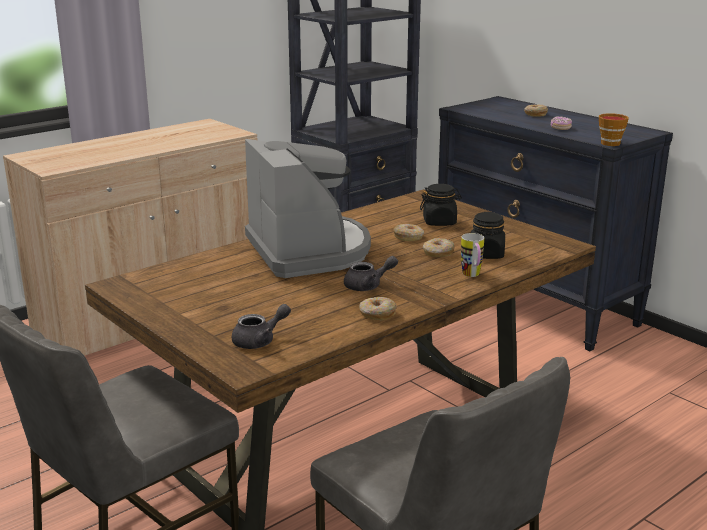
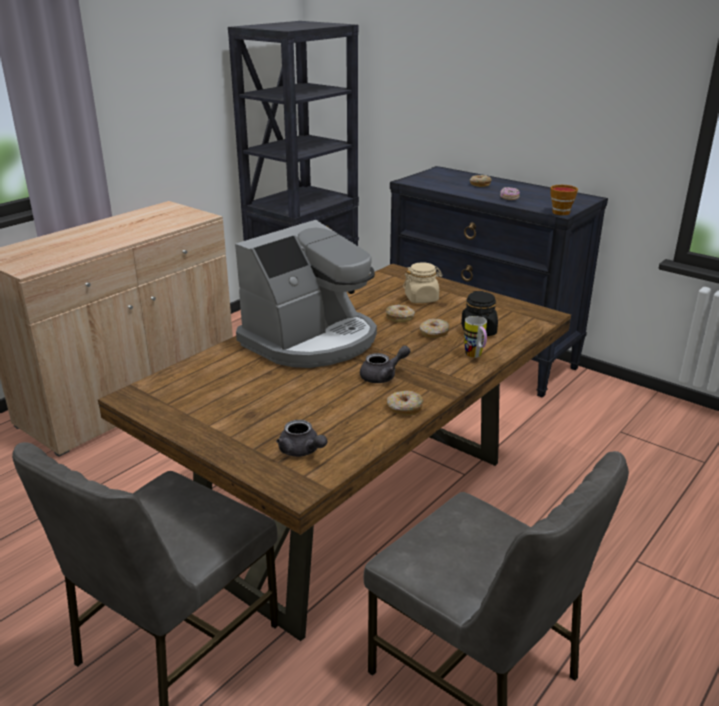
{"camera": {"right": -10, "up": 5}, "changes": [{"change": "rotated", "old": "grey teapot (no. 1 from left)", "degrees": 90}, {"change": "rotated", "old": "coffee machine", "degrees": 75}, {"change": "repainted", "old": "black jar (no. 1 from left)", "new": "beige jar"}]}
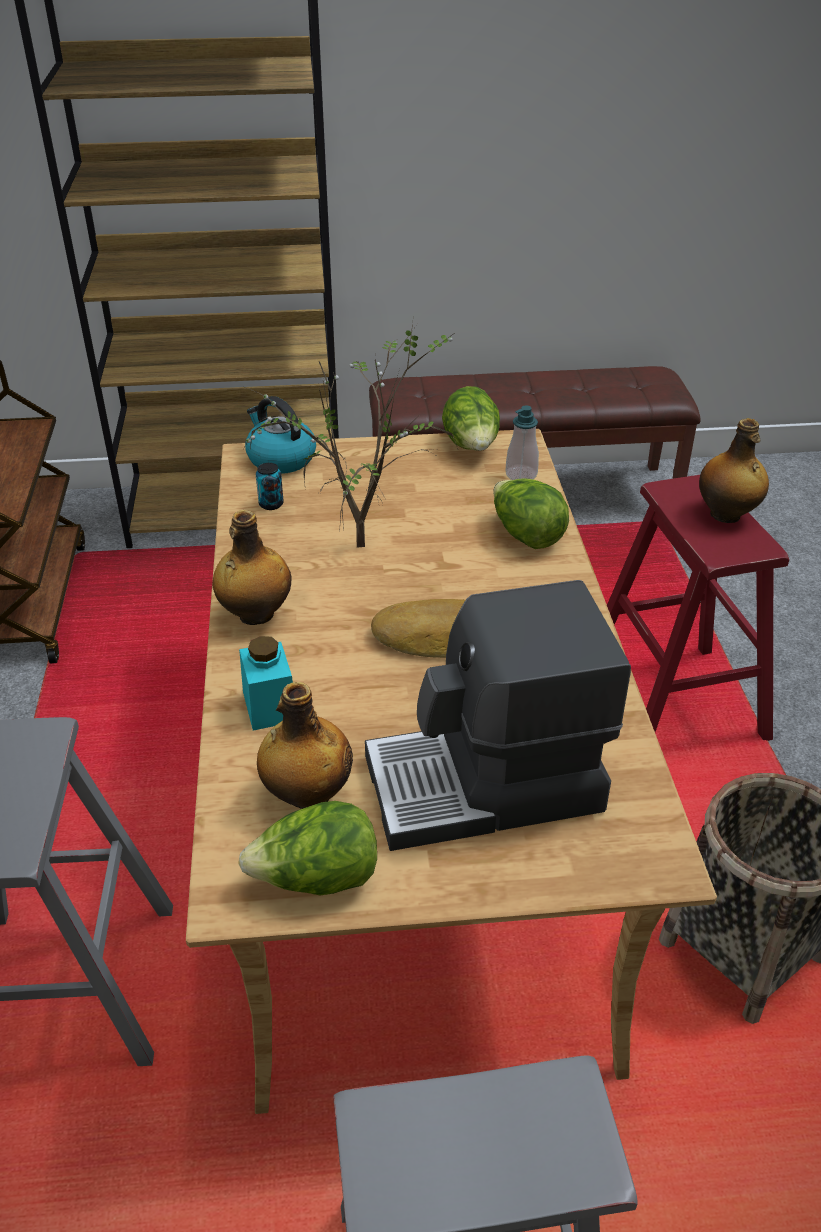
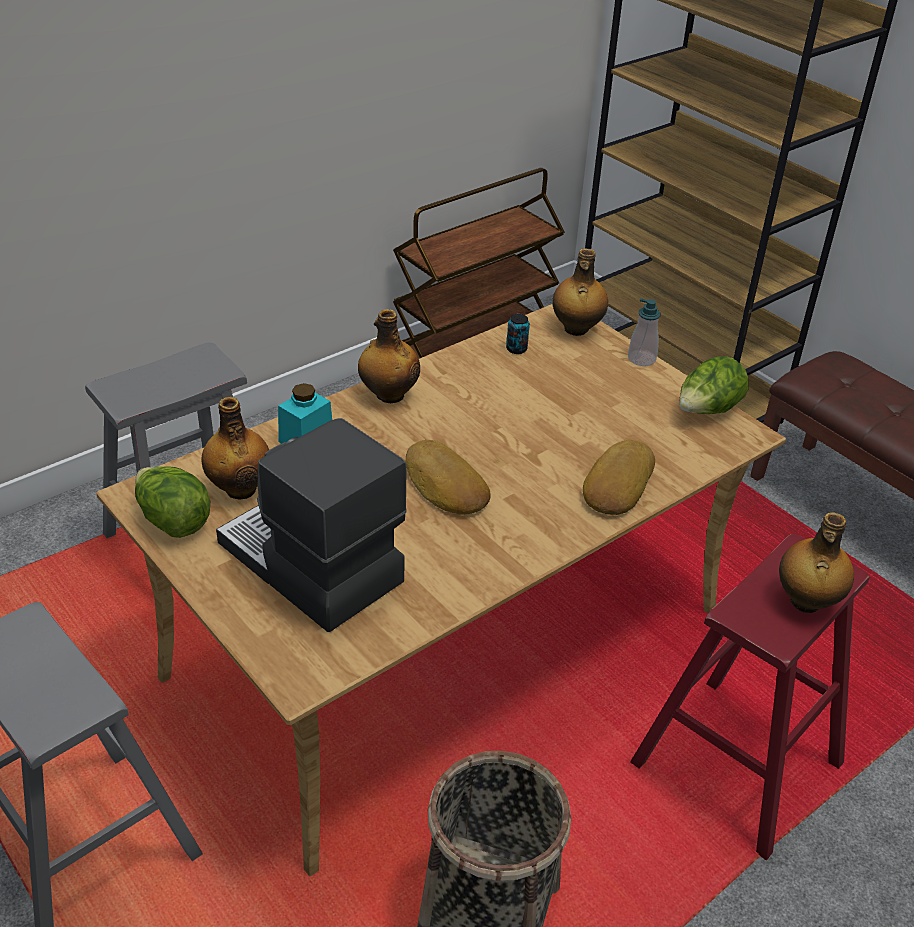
{"camera": {"right": 55, "up": 0}, "changes": [{"change": "gone", "old": "potted plant"}, {"change": "swapped", "old": "kettle", "new": "bottle (no. 3 from left)"}, {"change": "swapped", "old": "lettuce (no. 3 from left)", "new": "bread (no. 2 from left)"}, {"change": "shifted", "old": "soap dispenser"}]}
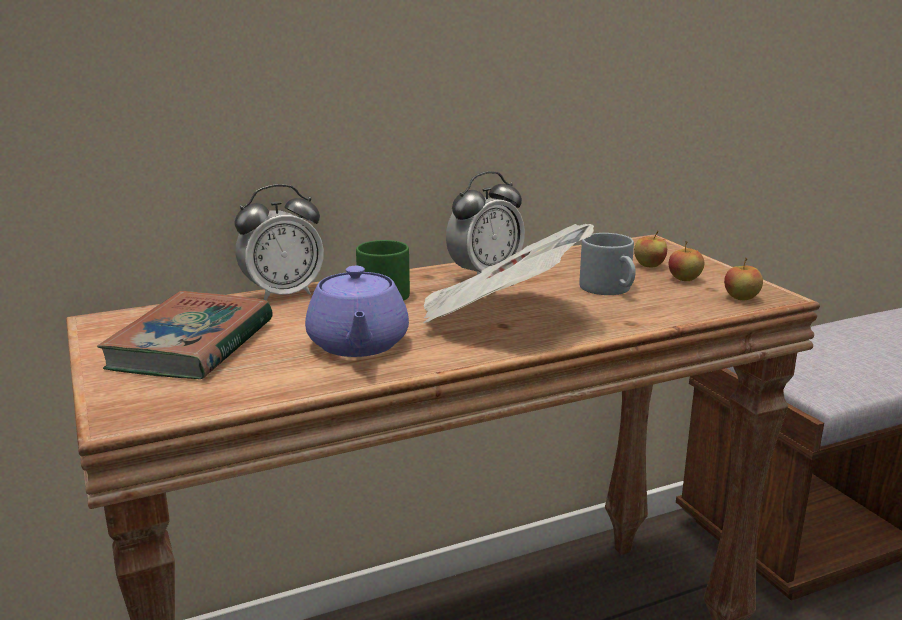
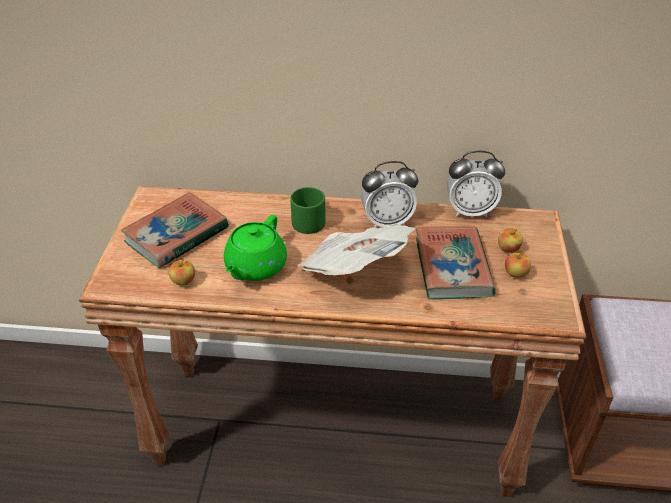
{"camera": {"right": 30, "up": 20}, "changes": [{"change": "shifted", "old": "alarm clock (no. 1 from left in the first image)", "new": "alarm clock (no. 2 from left)"}, {"change": "repainted", "old": "purple teapot", "new": "green teapot"}, {"change": "swapped", "old": "grey mug", "new": "book (no. 2 from left)"}, {"change": "shifted", "old": "apple (no. 3 from left in the first image)", "new": "apple (no. 1 from left)"}]}
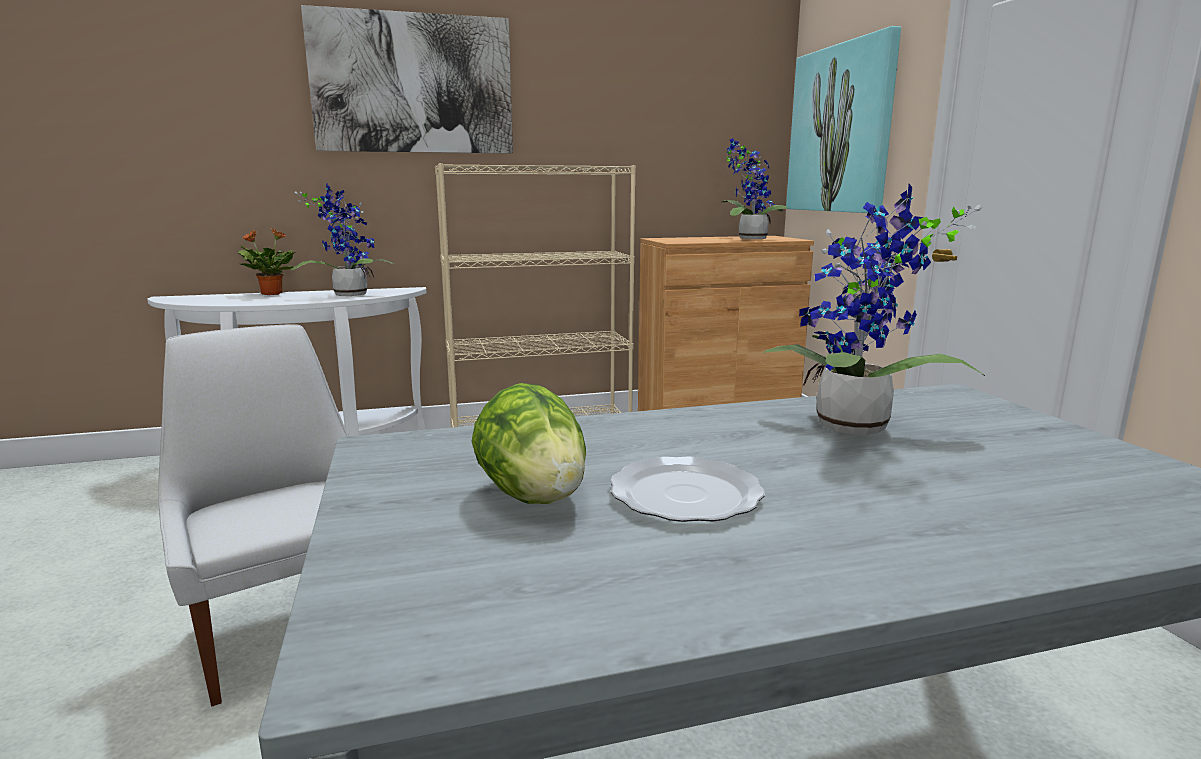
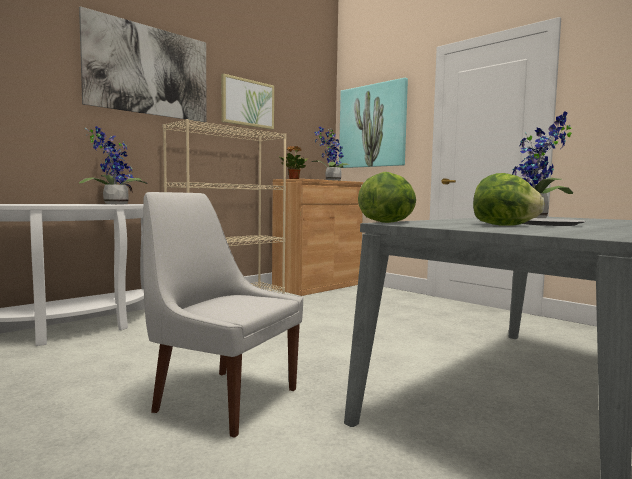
{"camera": {"right": -30, "up": -10}, "changes": [{"change": "shifted", "old": "potted plant (no. 1 from left in the first image)", "new": "potted plant (no. 2 from left)"}, {"change": "new", "new": "picture (no. 2 from left)"}, {"change": "new", "new": "lettuce (no. 1 from left)"}]}
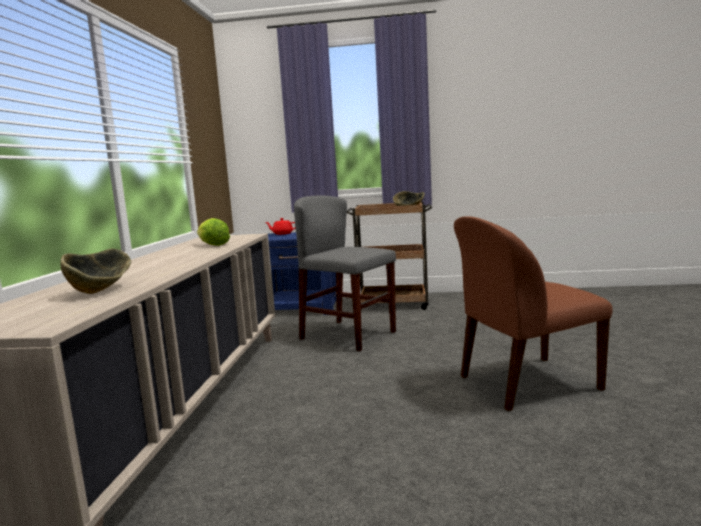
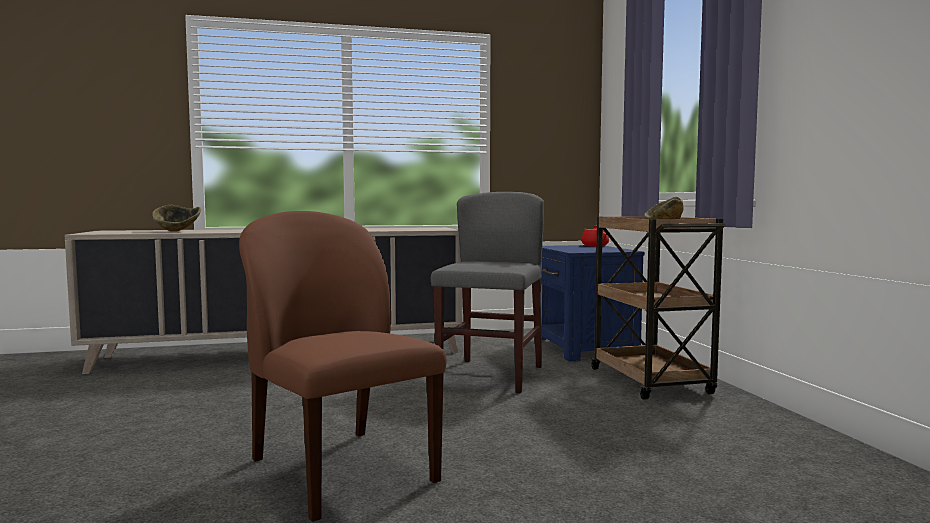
{"camera": {"right": 70, "up": -5}, "changes": [{"change": "gone", "old": "lettuce"}]}
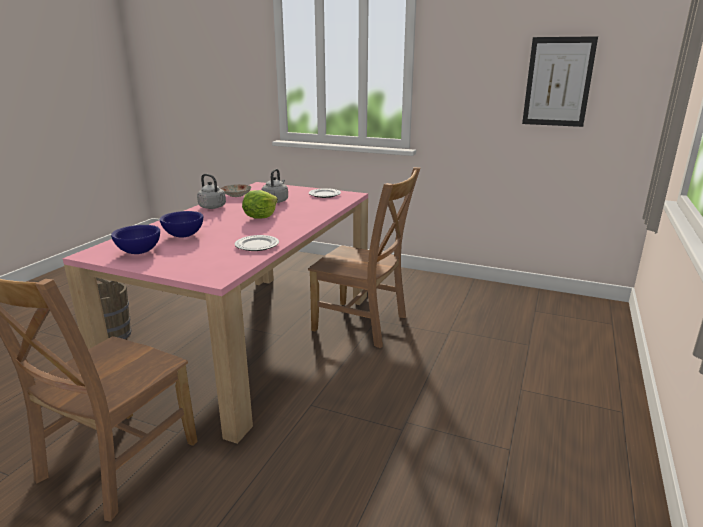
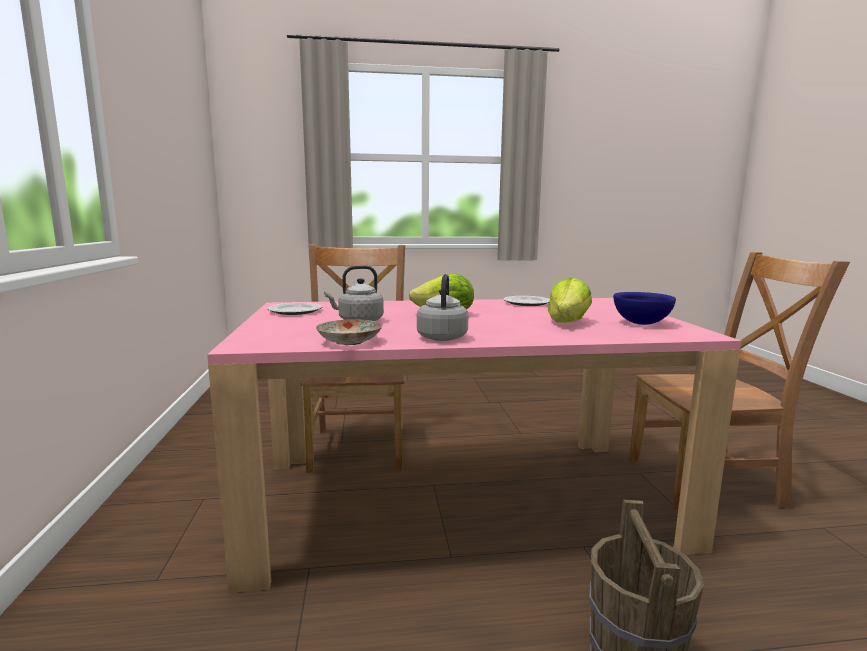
{"camera": {"right": -120, "up": -10}, "changes": [{"change": "swapped", "old": "blue bowl (no. 2 from left)", "new": "lettuce (no. 2 from left)"}, {"change": "gone", "old": "picture"}]}
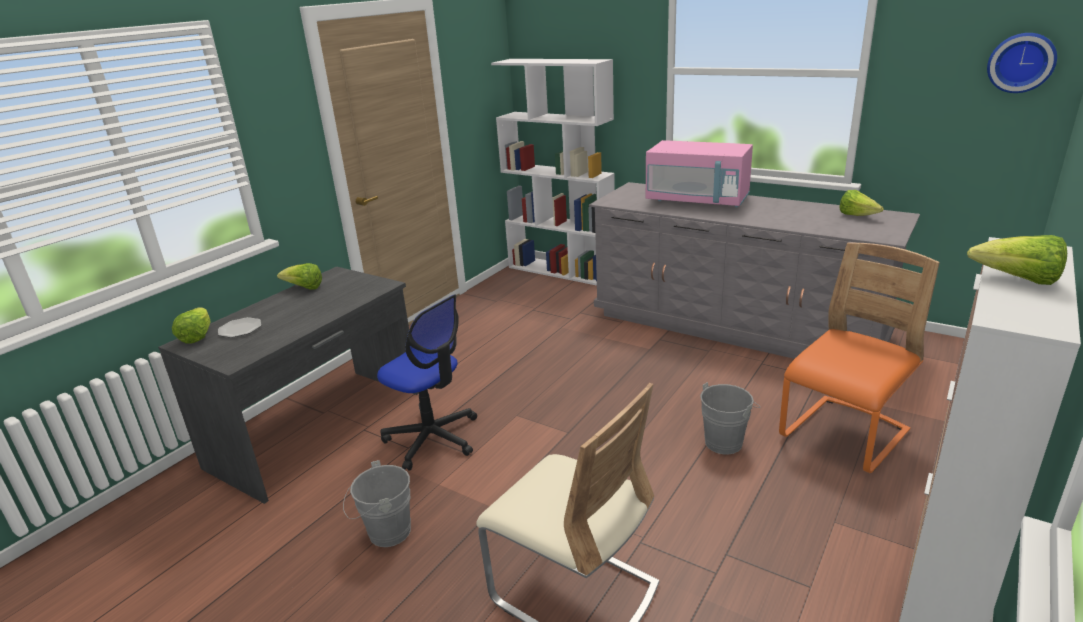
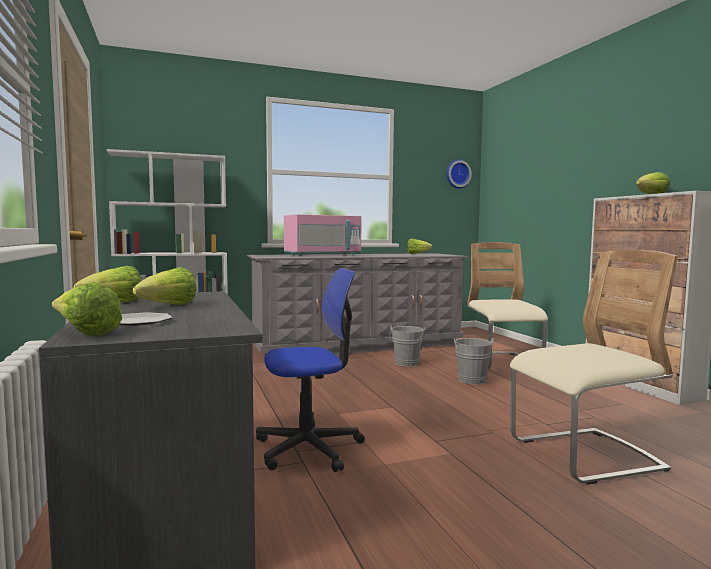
{"camera": {"right": -55, "up": -20}, "changes": [{"change": "shifted", "old": "grey bucket (no. 1 from left)"}, {"change": "repainted", "old": "orange chair", "new": "beige chair (no. 1 from left)"}, {"change": "new", "new": "lettuce (no. 3 from left)"}]}
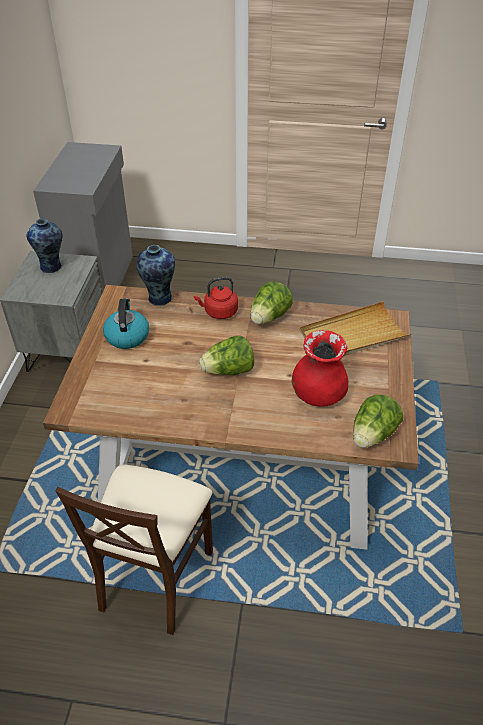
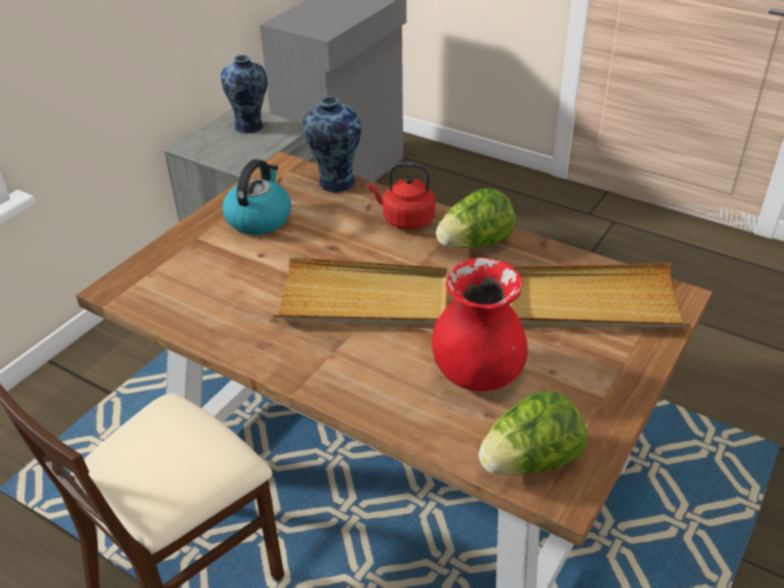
{"camera": {"right": 25, "up": -5}, "changes": [{"change": "swapped", "old": "lettuce (no. 1 from left)", "new": "beige tray (no. 1 from left)"}]}
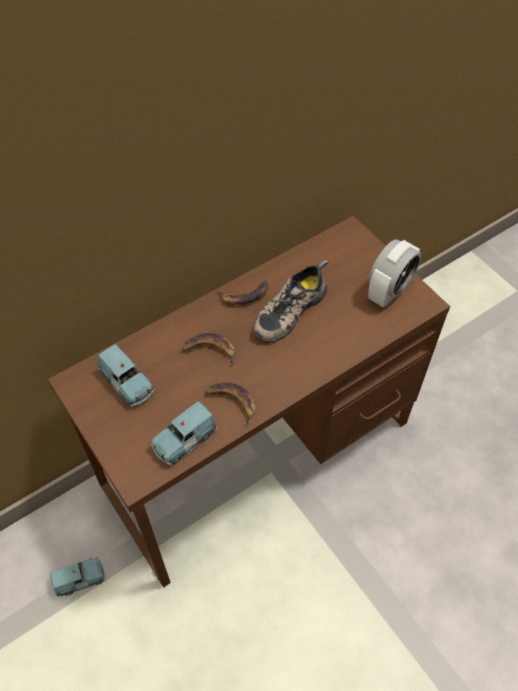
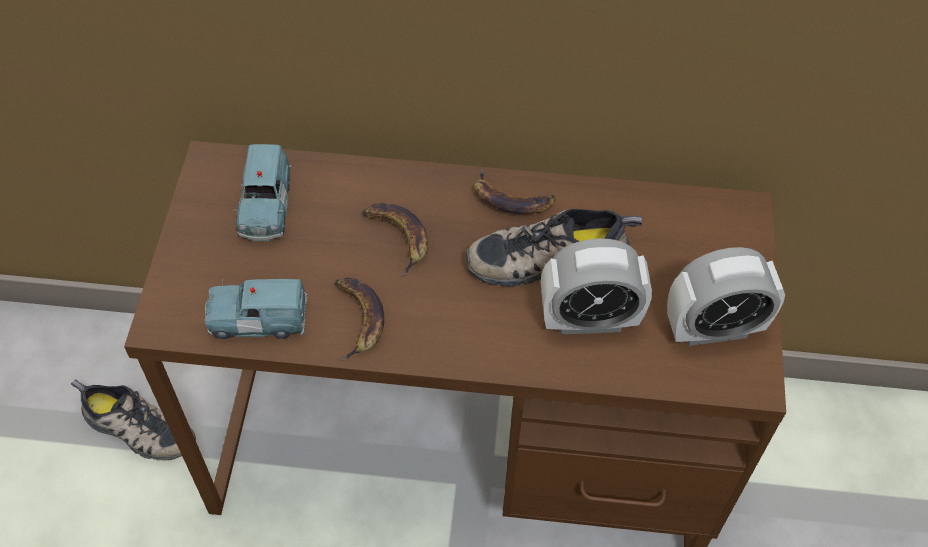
{"camera": {"right": 40, "up": 0}, "changes": [{"change": "swapped", "old": "blue toy car (no. 1 from left)", "new": "shoe (no. 1 from left)"}, {"change": "new", "new": "alarm clock (no. 1 from left)"}]}
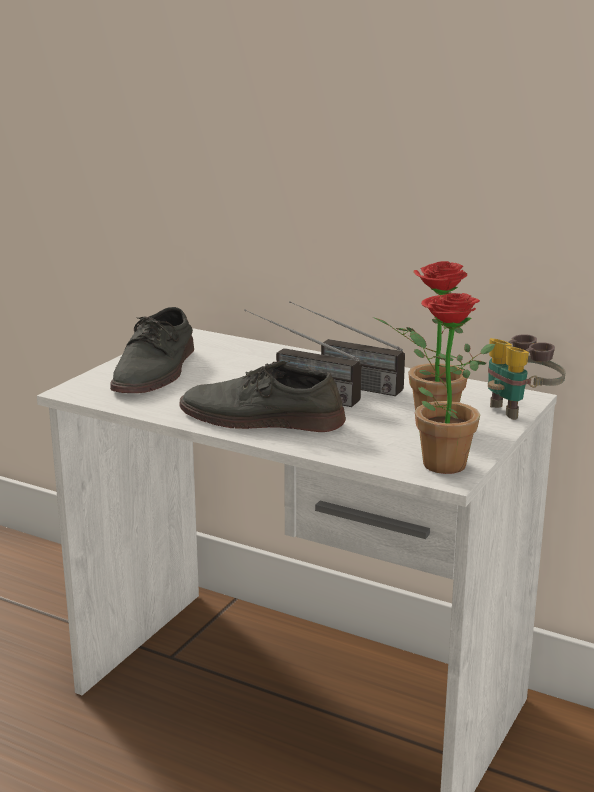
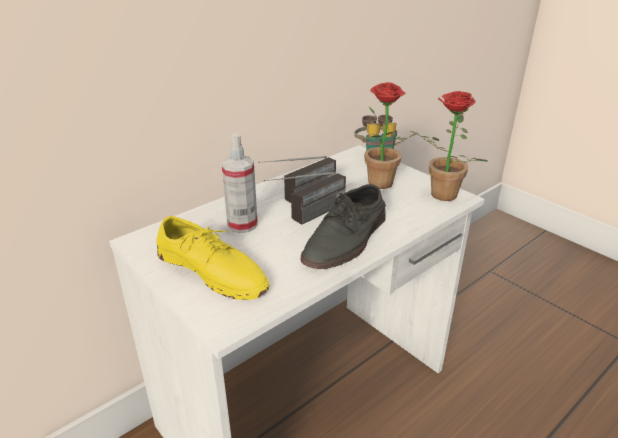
{"camera": {"right": -70, "up": 10}, "changes": [{"change": "repainted", "old": "grey shoe (no. 1 from left)", "new": "yellow shoe"}, {"change": "new", "new": "spray bottle"}]}
